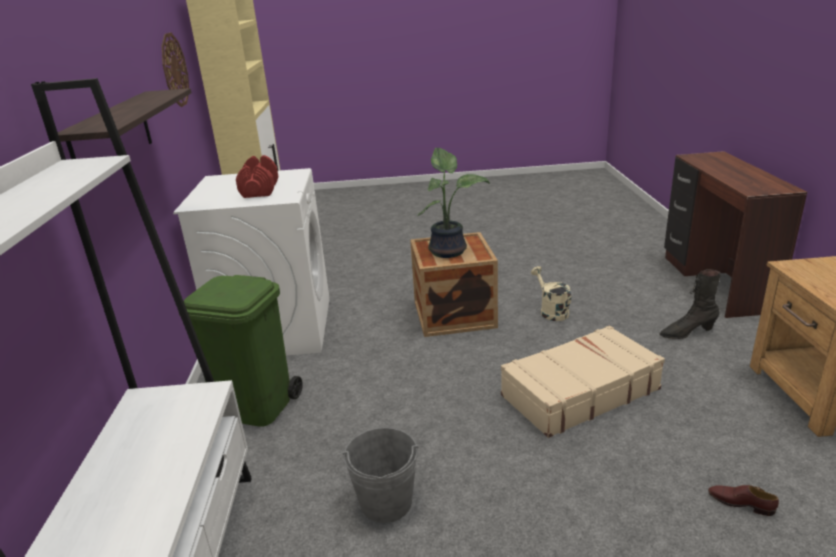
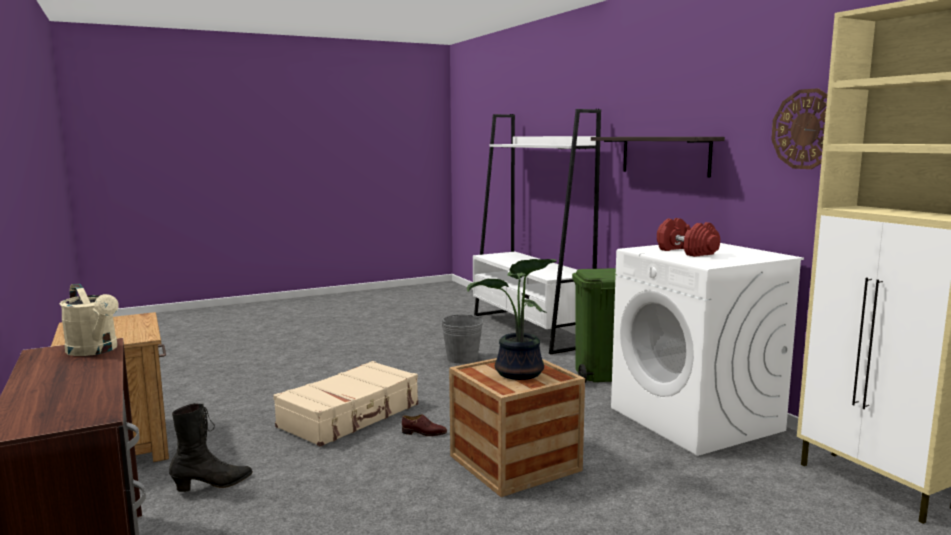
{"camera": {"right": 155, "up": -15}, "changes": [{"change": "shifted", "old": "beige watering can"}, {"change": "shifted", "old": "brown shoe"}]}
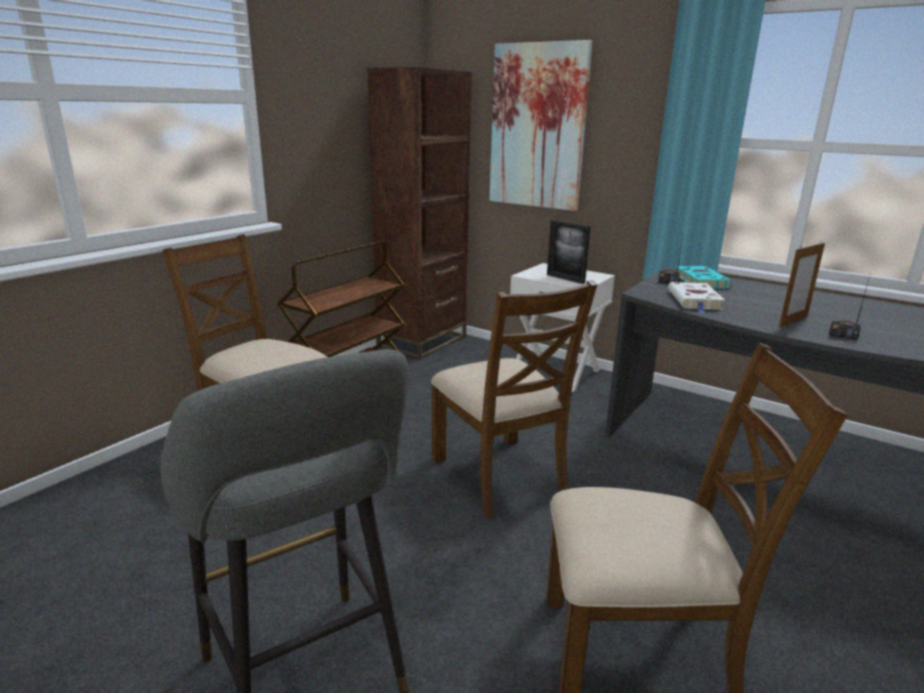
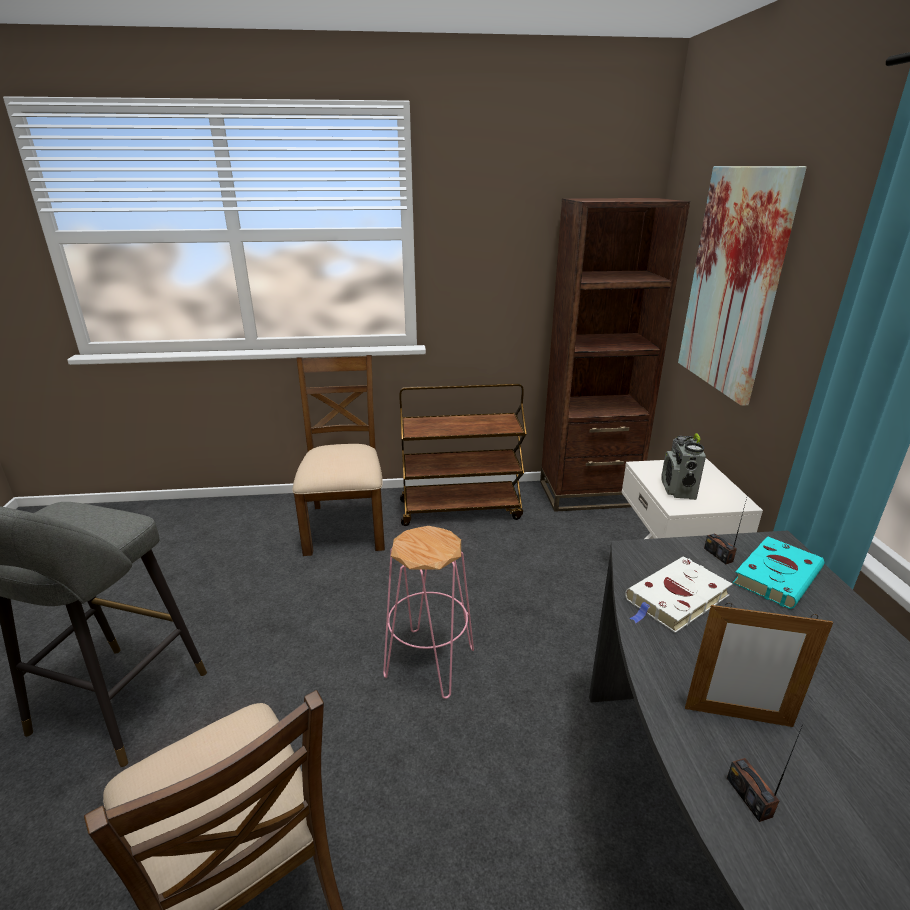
{"camera": {"right": 50, "up": 5}, "changes": [{"change": "swapped", "old": "brown chair (no. 2 from left)", "new": "pink stool"}, {"change": "swapped", "old": "picture frame (no. 1 from left)", "new": "radio (no. 1 from left)"}]}
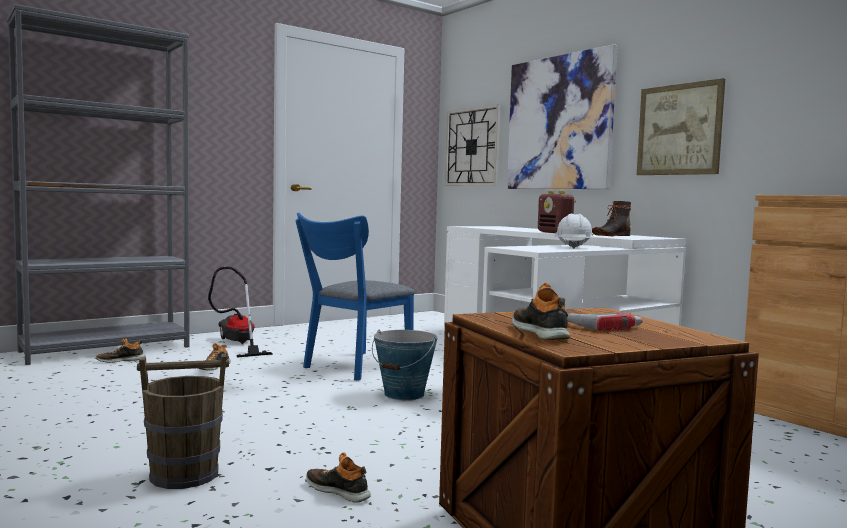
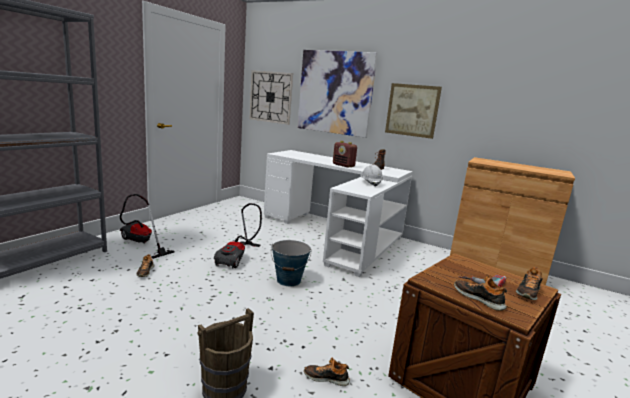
{"camera": {"right": -25, "up": 10}, "changes": [{"change": "shifted", "old": "shoe (no. 1 from left in the first image)", "new": "shoe (no. 4 from left)"}, {"change": "swapped", "old": "blue chair", "new": "vacuum cleaner (no. 2 from left)"}]}
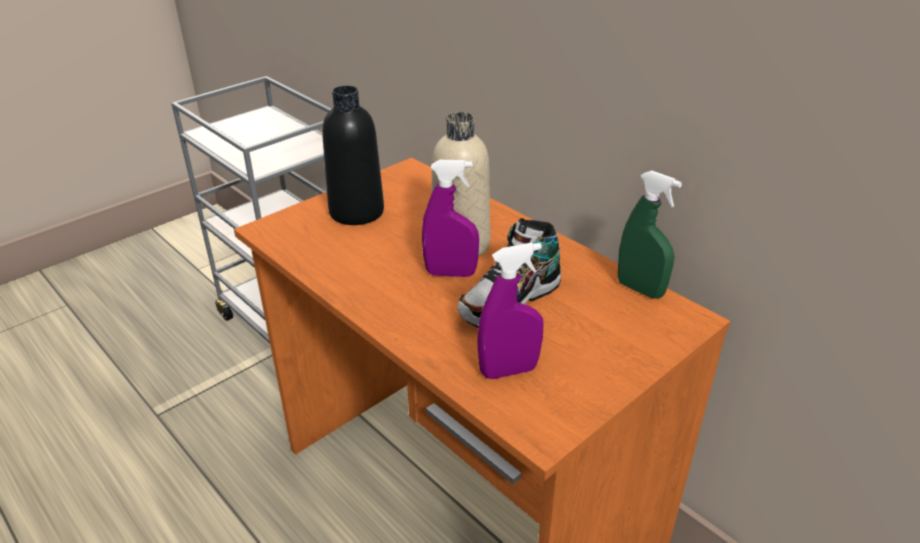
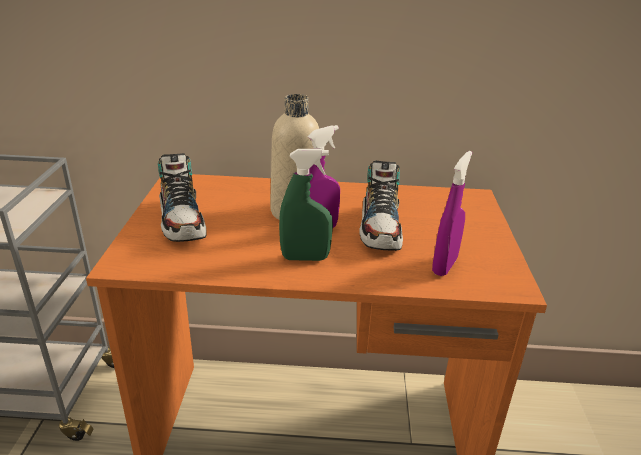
{"camera": {"right": -45, "up": -5}, "changes": [{"change": "swapped", "old": "black bottle", "new": "shoe (no. 1 from left)"}, {"change": "shifted", "old": "green spray bottle"}]}
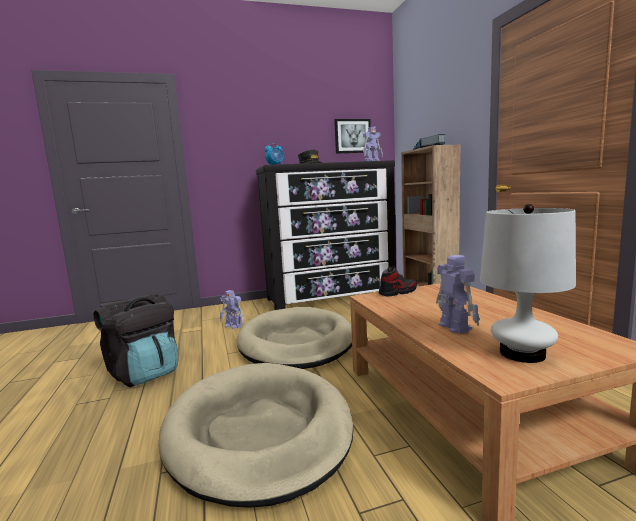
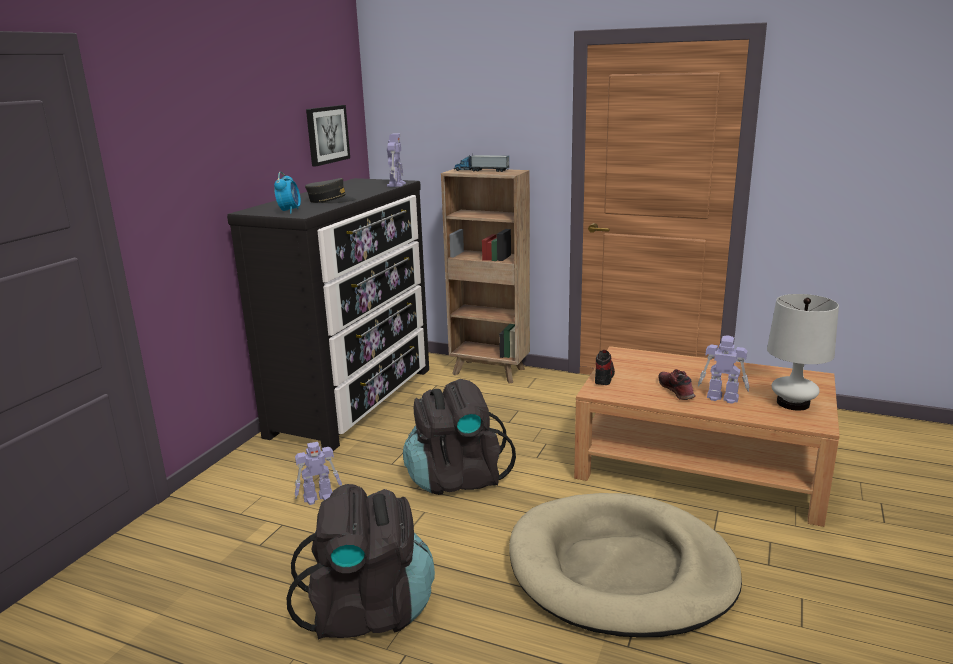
{"camera": {"right": -50, "up": 10}, "changes": [{"change": "swapped", "old": "beige dog bed (no. 2 from left)", "new": "black backpack (no. 2 from left)"}, {"change": "new", "new": "shoe (no. 2 from left)"}]}
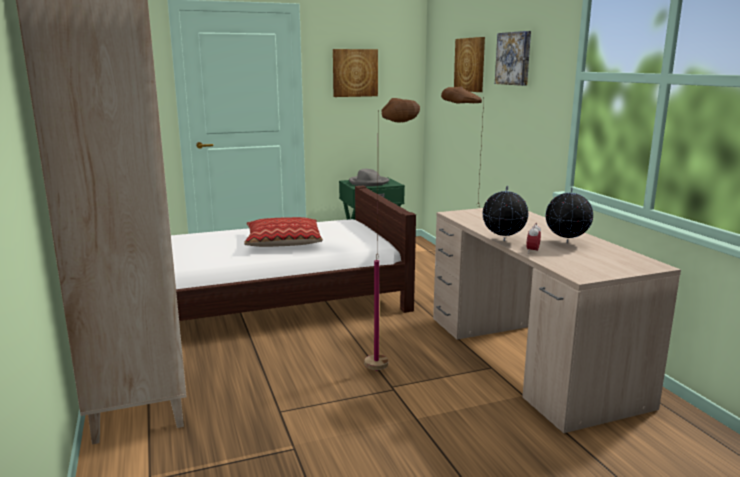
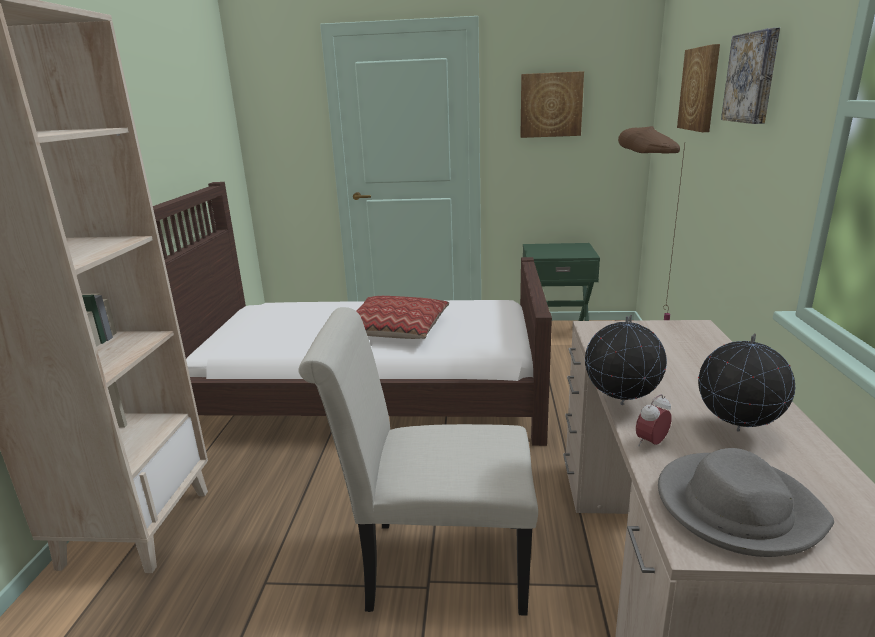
{"camera": {"right": 25, "up": 5}, "changes": [{"change": "shifted", "old": "grey hat"}, {"change": "swapped", "old": "brown floor lamp (no. 1 from left)", "new": "white chair"}]}
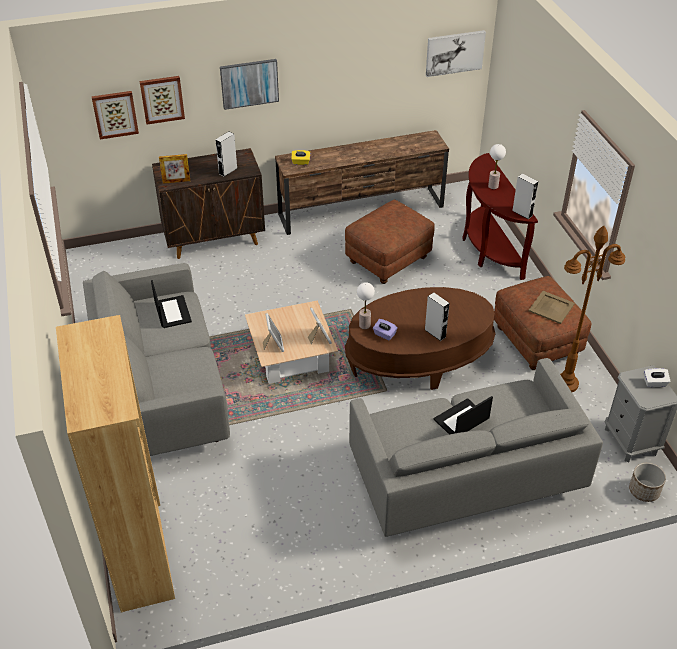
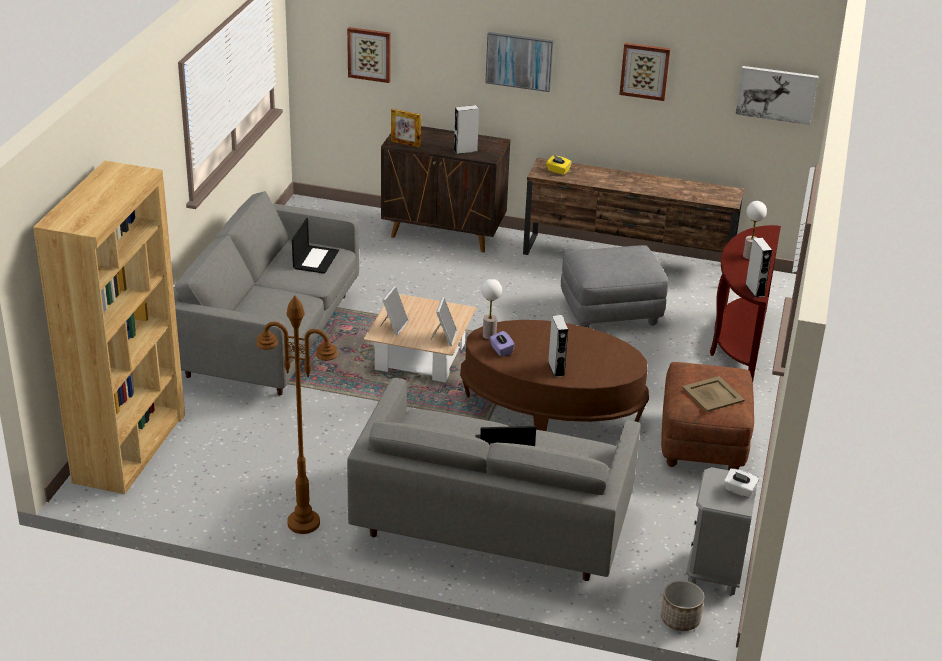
{"camera": {"right": 30, "up": -10}, "changes": [{"change": "shifted", "old": "picture (no. 2 from left in the first image)", "new": "picture (no. 3 from left)"}, {"change": "repainted", "old": "brown ottoman (no. 1 from left)", "new": "grey ottoman"}, {"change": "shifted", "old": "brown floor lamp"}]}
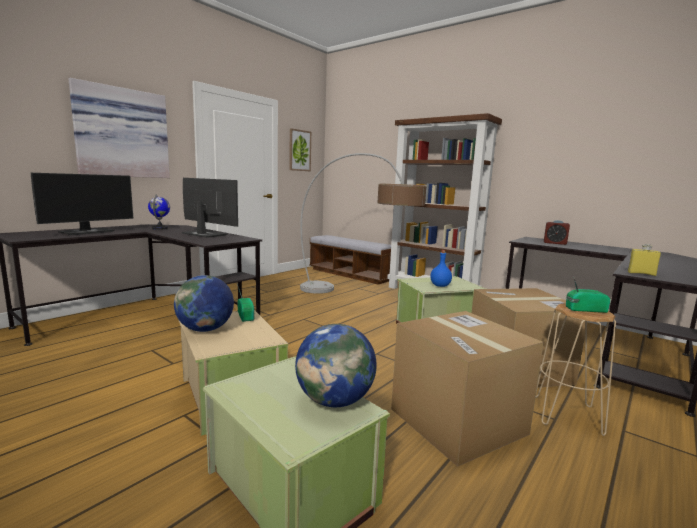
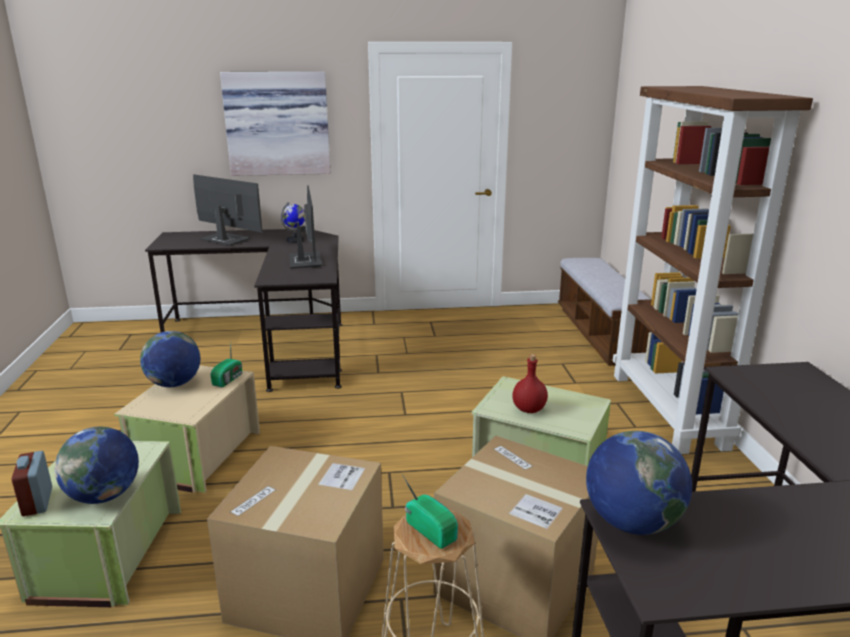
{"camera": {"right": 45, "up": 10}, "changes": [{"change": "rotated", "old": "monitor (no. 1 from left)", "degrees": -135}, {"change": "gone", "old": "picture (no. 2 from left)"}, {"change": "gone", "old": "floor lamp"}, {"change": "repainted", "old": "blue bottle", "new": "red bottle"}, {"change": "shifted", "old": "alarm clock"}, {"change": "swapped", "old": "yellow bottle", "new": "globe (no. 4 from left)"}]}
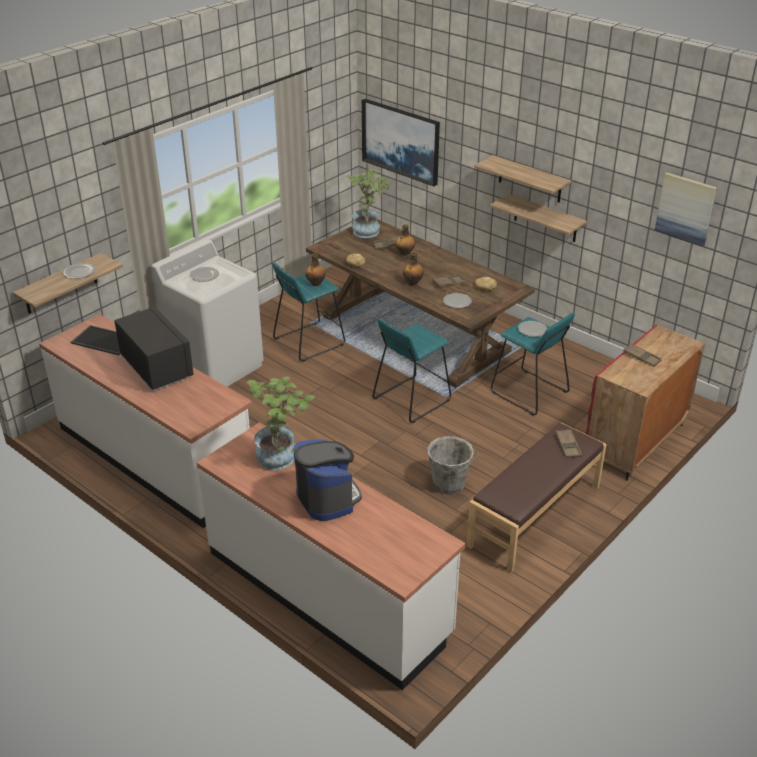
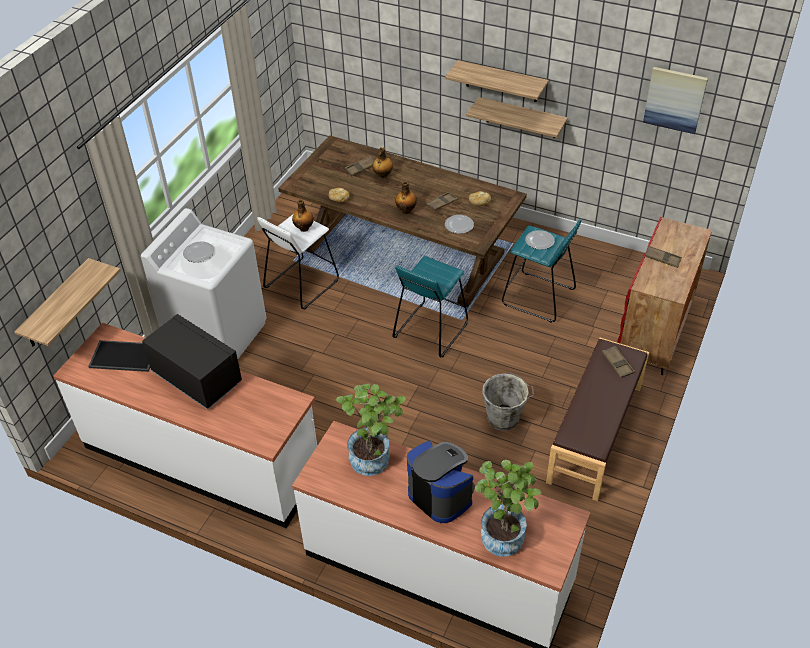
{"camera": {"right": -15, "up": 10}, "changes": [{"change": "gone", "old": "plate (no. 1 from left)"}, {"change": "repainted", "old": "turquoise stool (no. 1 from left)", "new": "white stool"}, {"change": "shifted", "old": "potted plant (no. 2 from left)"}, {"change": "gone", "old": "picture (no. 1 from left)"}]}
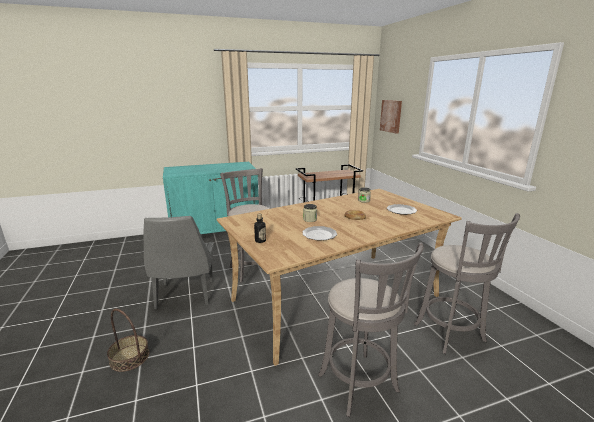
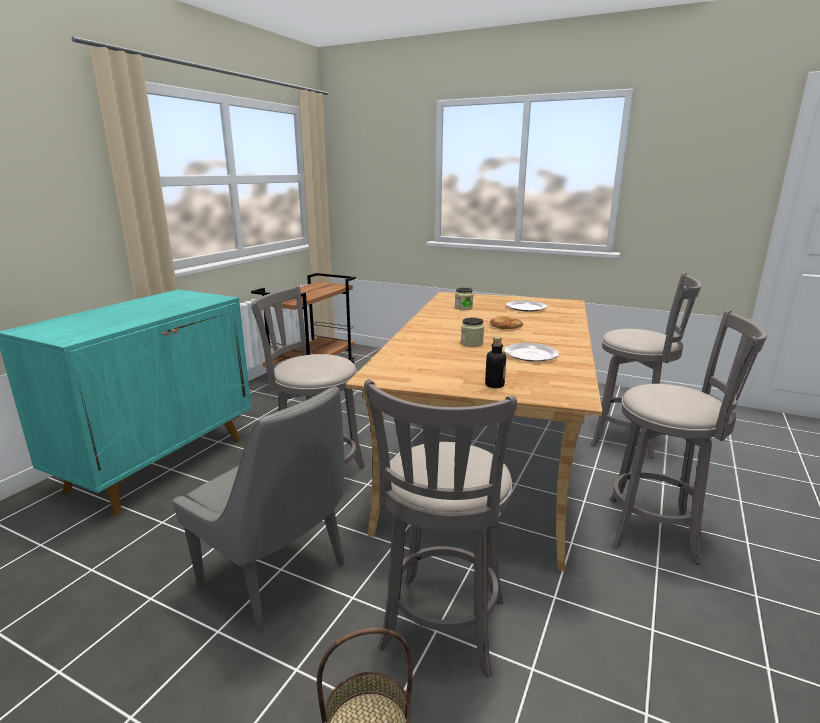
{"camera": {"right": -45, "up": 0}, "changes": [{"change": "gone", "old": "picture"}, {"change": "new", "new": "grey stool (no. 2 from left)"}]}
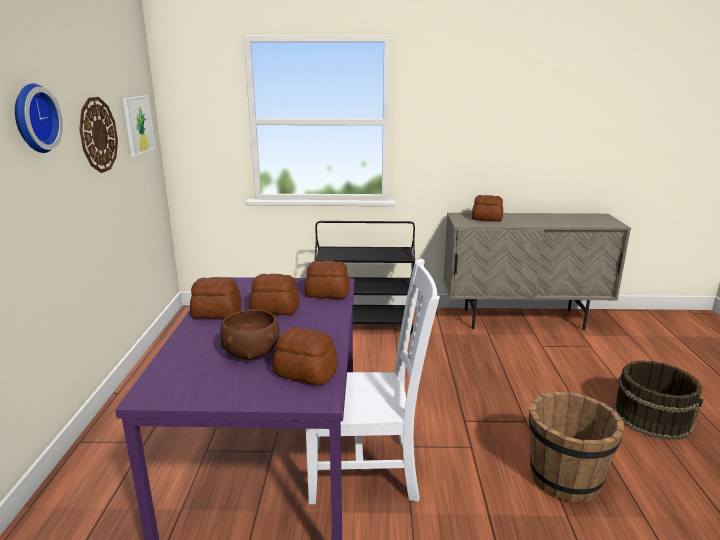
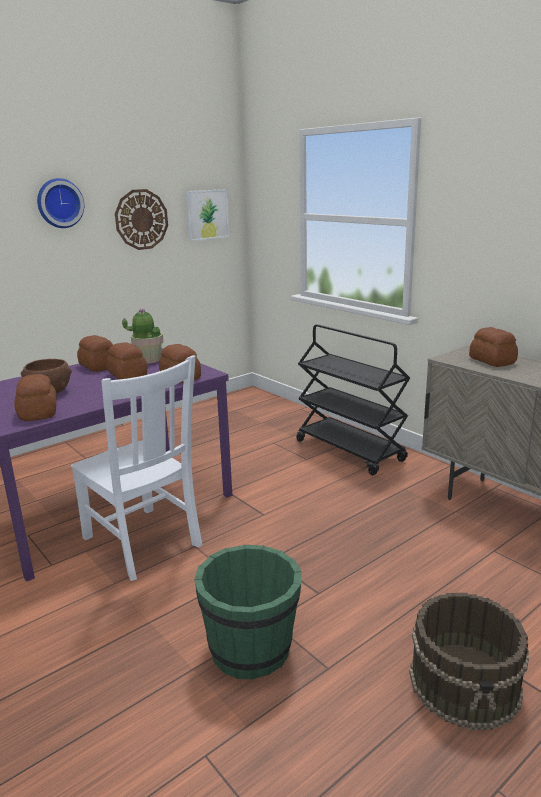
{"camera": {"right": 50, "up": 0}, "changes": [{"change": "repainted", "old": "brown bucket (no. 1 from left)", "new": "green bucket"}, {"change": "new", "new": "potted plant"}]}
